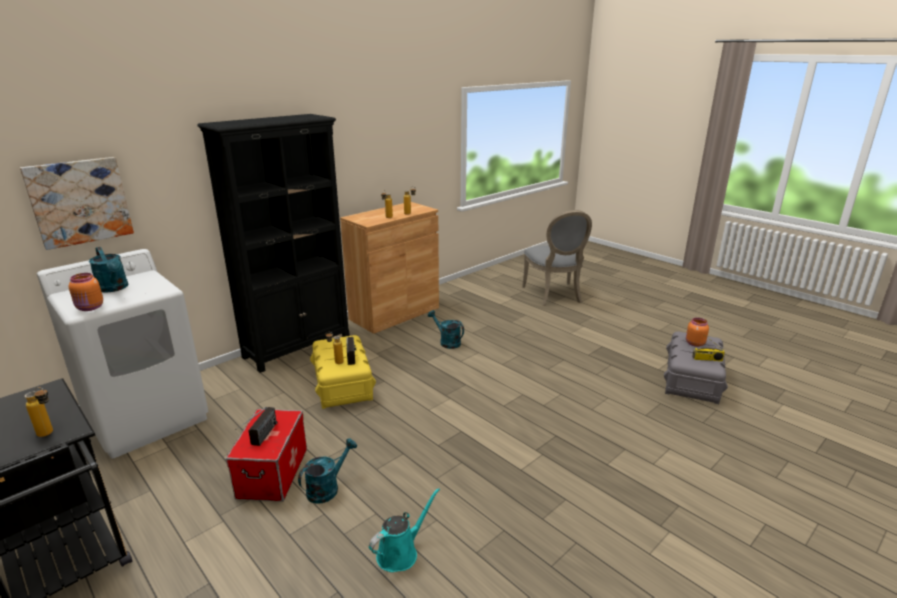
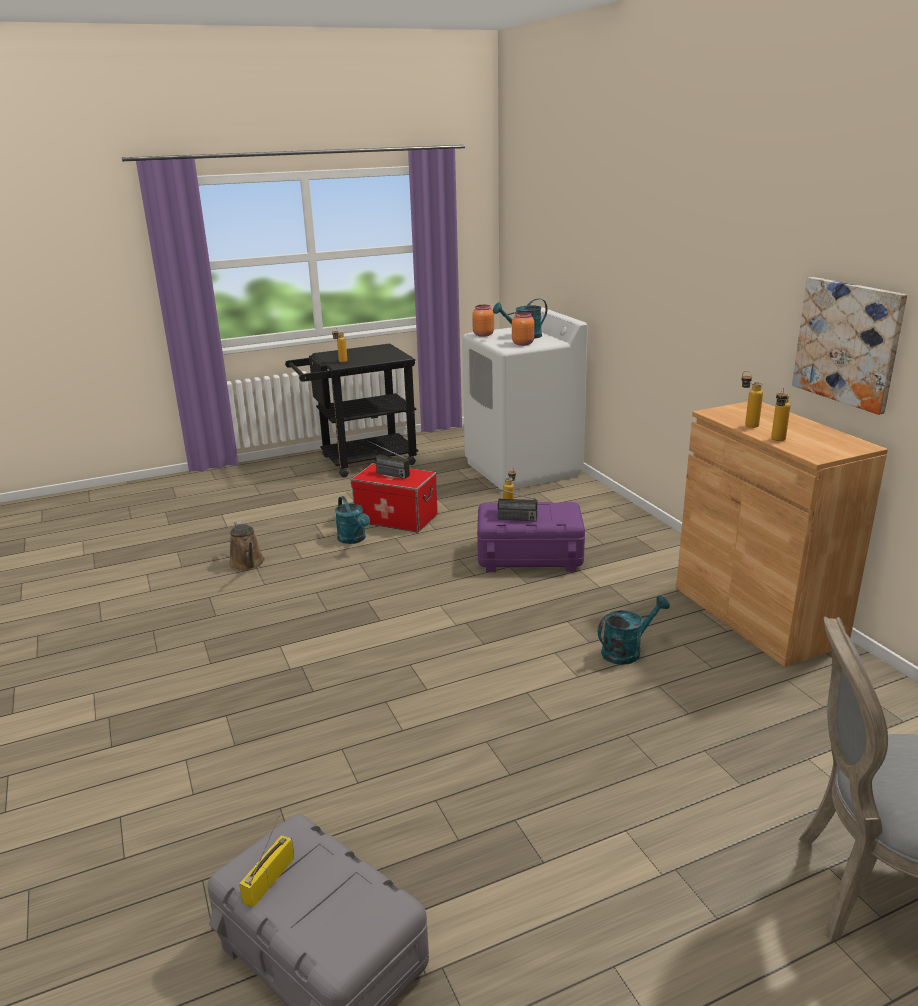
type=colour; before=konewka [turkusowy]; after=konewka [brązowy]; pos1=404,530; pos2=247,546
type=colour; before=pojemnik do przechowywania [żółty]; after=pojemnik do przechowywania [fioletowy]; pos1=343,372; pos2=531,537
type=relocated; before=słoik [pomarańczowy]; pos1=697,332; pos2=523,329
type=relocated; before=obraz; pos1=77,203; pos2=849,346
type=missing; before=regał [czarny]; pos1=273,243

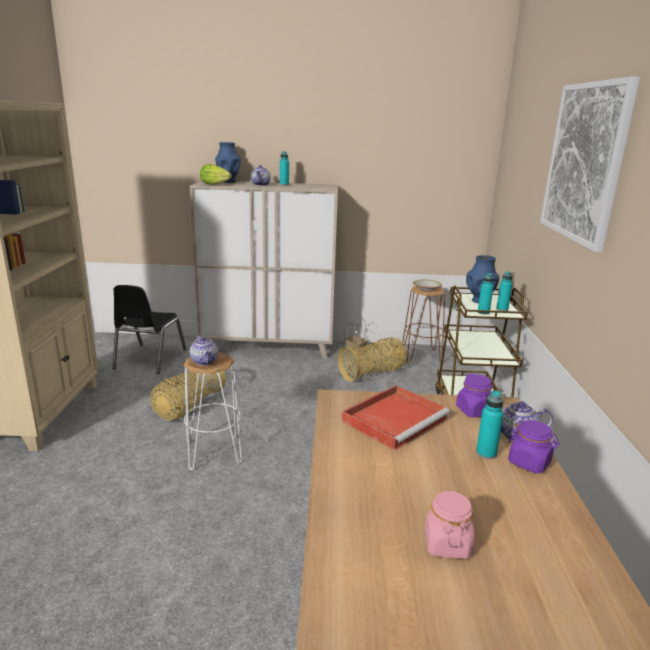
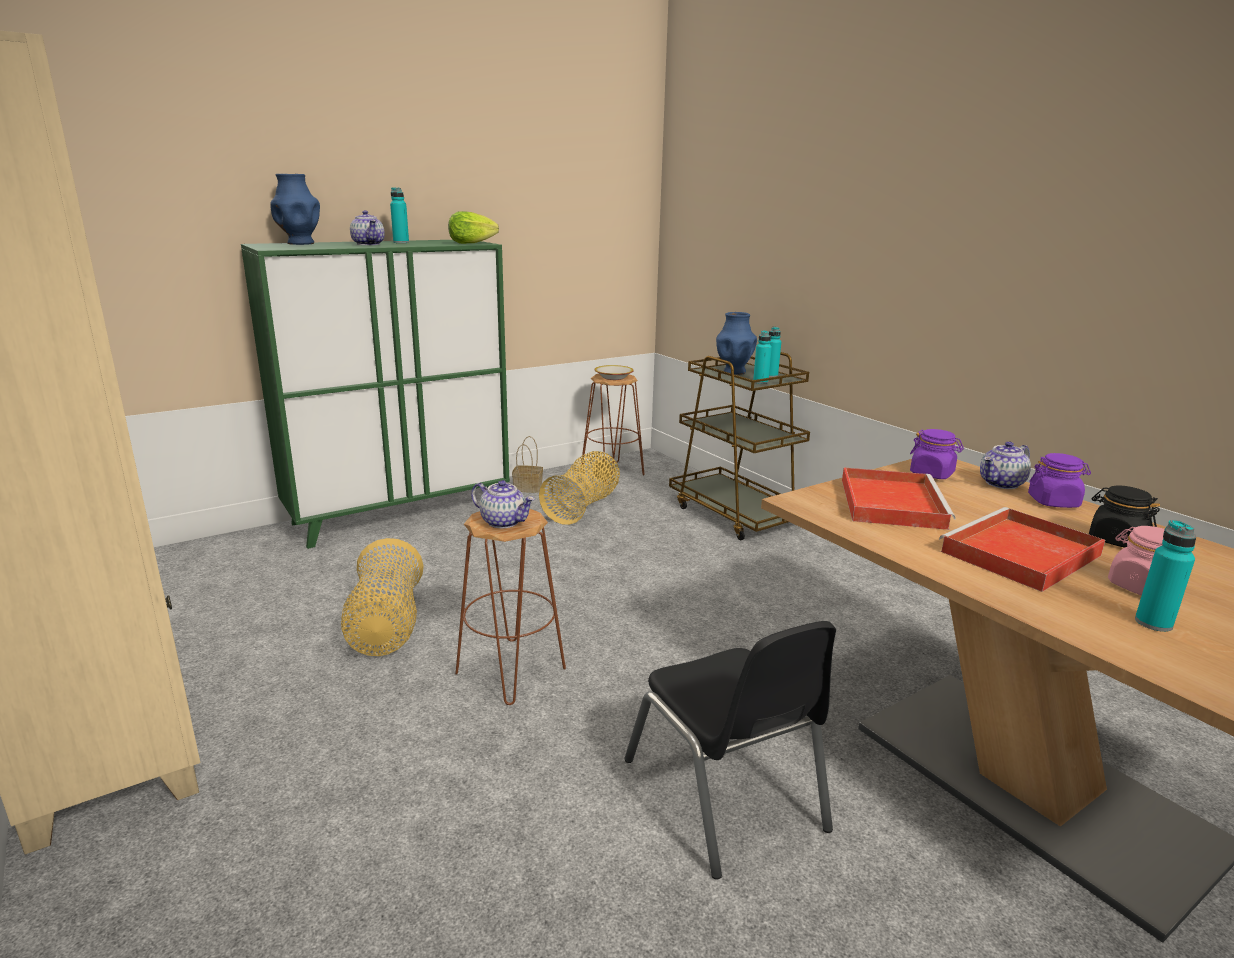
type=colour; before=szafka [beżowy]; after=szafka [zielony]; pos1=264,270; pos2=375,394
type=relocated; before=sałata; pos1=215,174; pos2=473,227
type=colour; before=stołek [biały]; after=stołek [brązowy]; pos1=213,411; pos2=510,607
type=relocated; before=krzesło [czarny]; pos1=149,329; pos2=730,750
type=appeared; after=taca [czerwony]; pos2=1022,549
type=appeared; after=słoik [czarny]; pos2=1124,516
type=relocated; before=butelka [turkusowy]; pos1=490,424; pos2=1165,576
type=missing; before=obraz; pos1=590,164

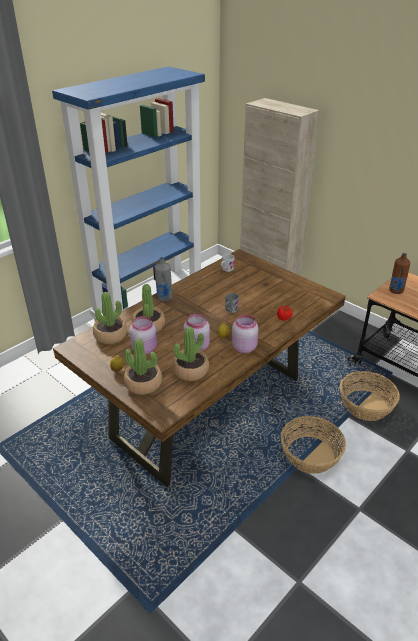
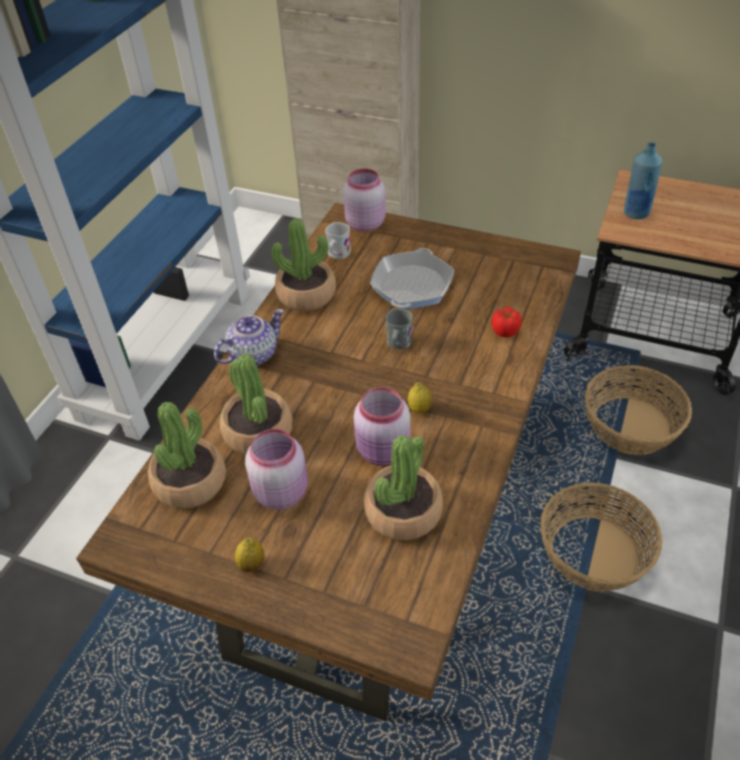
type=exchanged; before=butelka [szary]; after=imbryk; pos1=163,279; pos2=249,337
type=relocated; before=roślina doniczkowa; pos1=143,366; pos2=303,264
type=relocated; before=słoik [różowy]; pos1=245,334; pos2=364,200
type=appeared; after=patelnia; pos2=412,278
type=colour; before=butelka [brązowy]; after=butelka [niebieski]; pos1=399,273; pos2=643,180

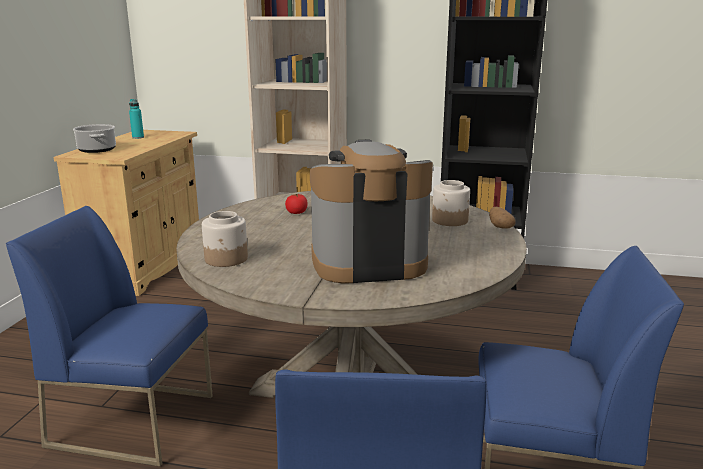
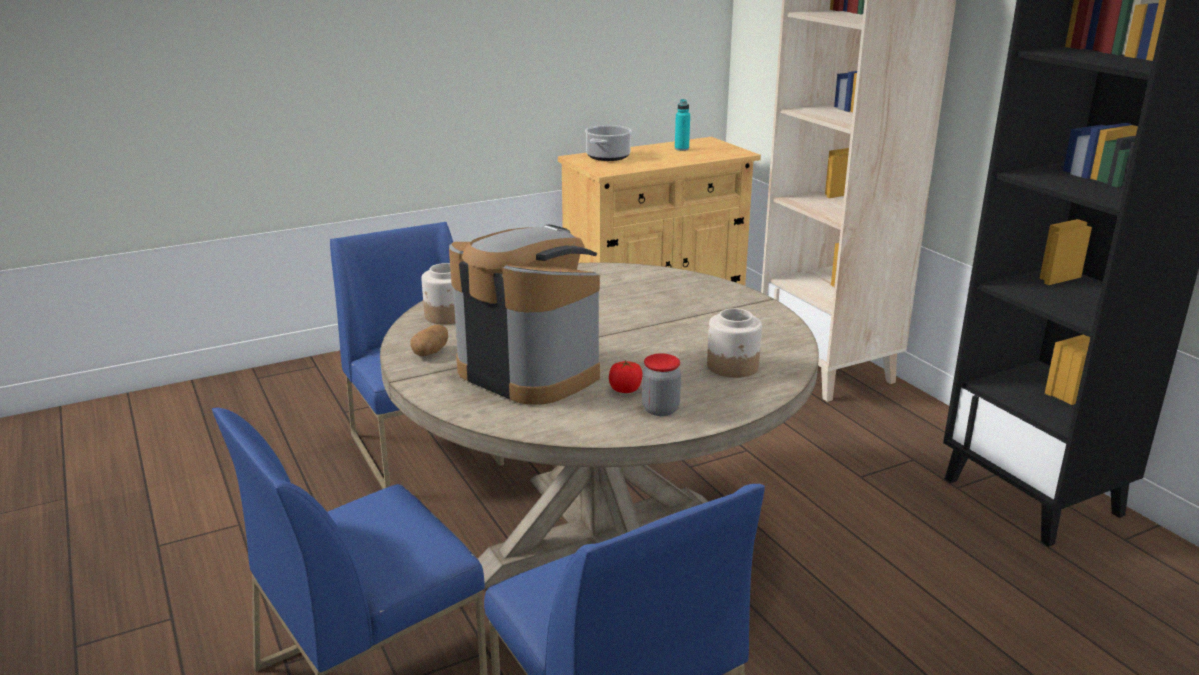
type=relocated; before=ziemniak; pos1=502,218; pos2=429,340
type=relocated; before=pomidor; pos1=296,204; pos2=625,376
type=appeared; after=słoik; pos2=661,384

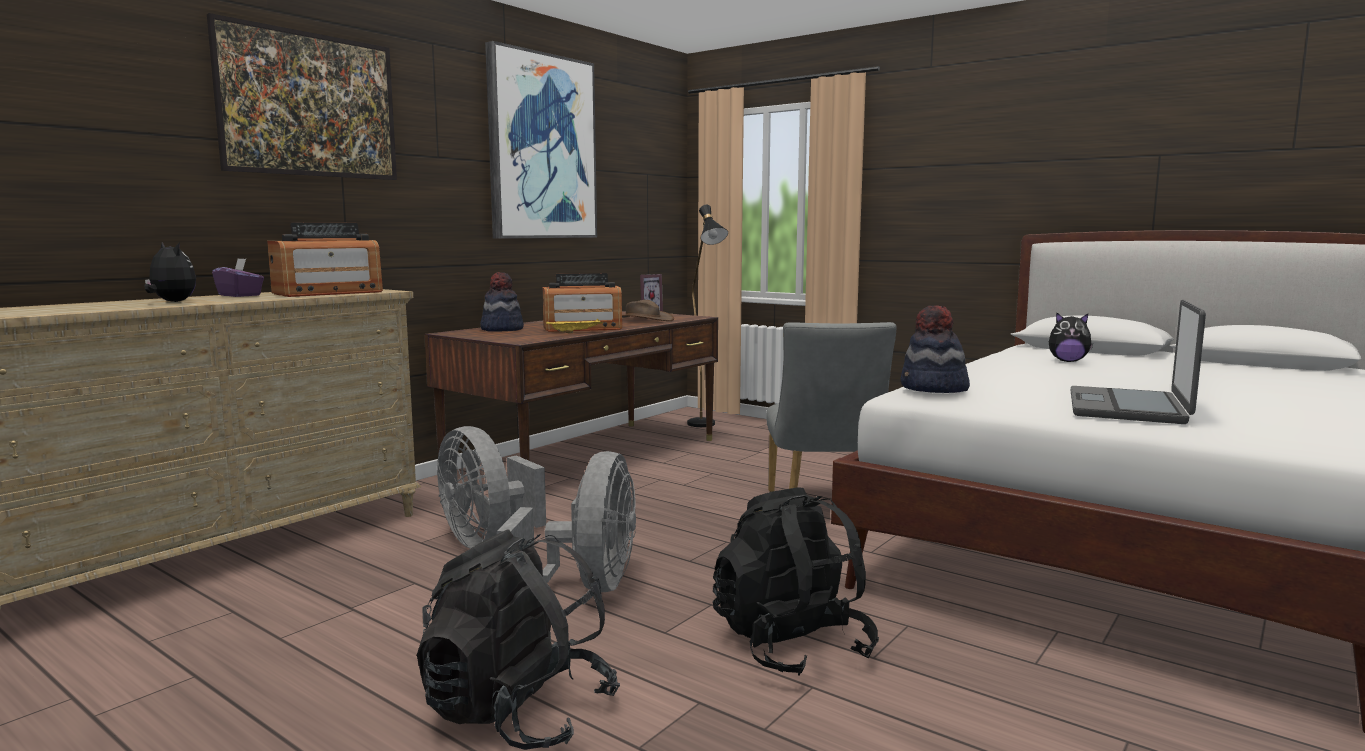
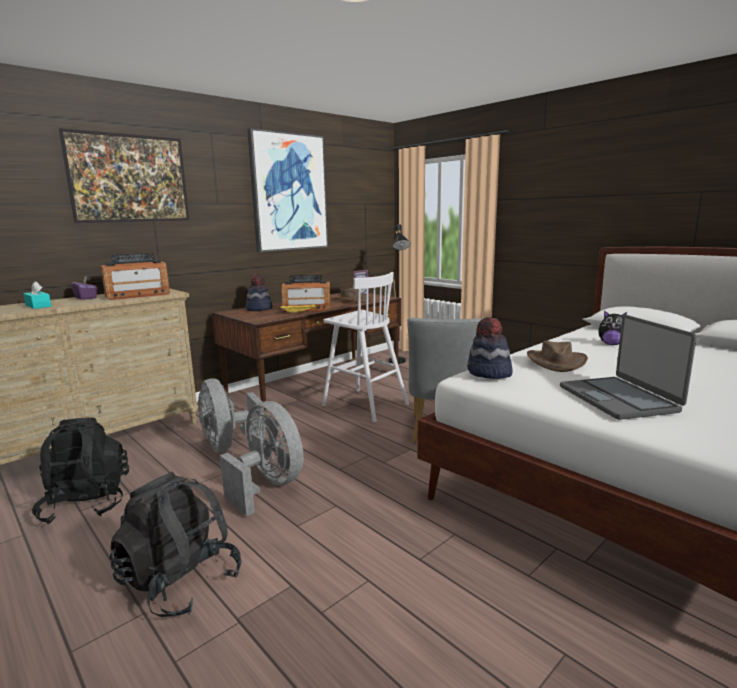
type=exchanged; before=pluszak; after=pudełko chusteczek [turkusowy]; pos1=170,272; pos2=37,295
type=relocated; before=plecak [czarny]; pos1=796,581; pos2=80,471
type=spun; before=wentylator [szary]; pos1=566,521; pos2=261,458; turn=-60
type=appeared; after=stołek [biały]; pos2=365,347
type=appeared; after=kapelusz [brązowy]; pos2=557,356
type=spun; before=laptop; pos1=1138,362; pos2=628,367; turn=-45

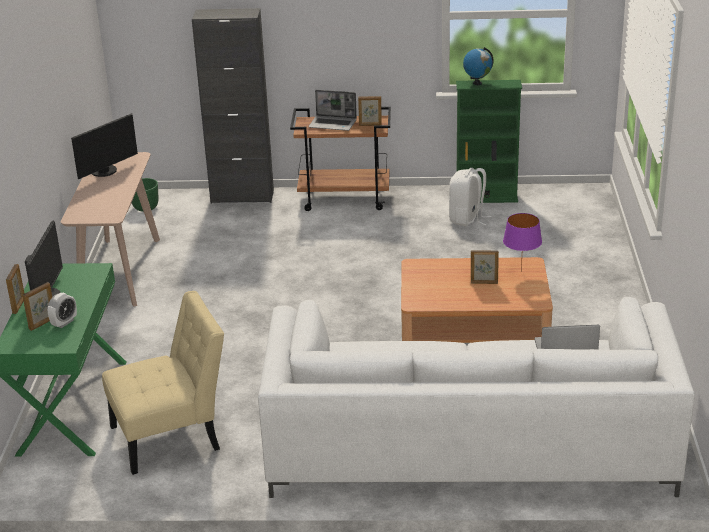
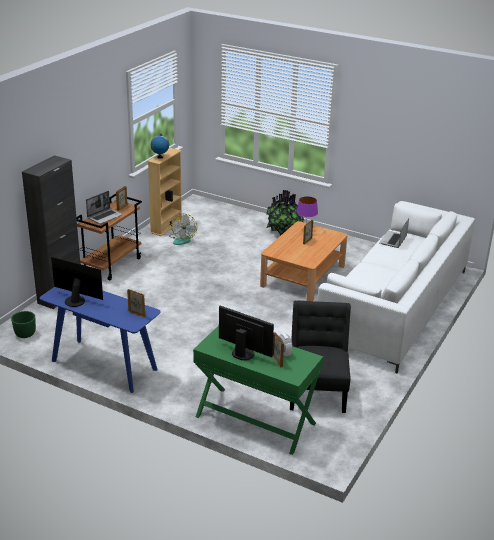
type=colour; before=stolik konsolowy [beżowy]; after=stolik konsolowy [niebieski]; pos1=110,229; pos2=100,340
type=spun; before=monitor; pos1=104,146; pos2=77,282; turn=-45
type=relocated; before=ramka na zdjęcie; pos1=15,289; pos2=136,303
type=colour; before=regał [zielony]; after=regał [beżowy]; pos1=489,141; pos2=165,192
type=exchanged; before=plecak [biały]; after=wentylator; pos1=470,197; pos2=183,229
type=appeared; after=roślina doniczkowa; pos2=285,212
type=colour; before=krzesło [beżowy]; after=krzesło [czarny]; pos1=163,383; pos2=320,356

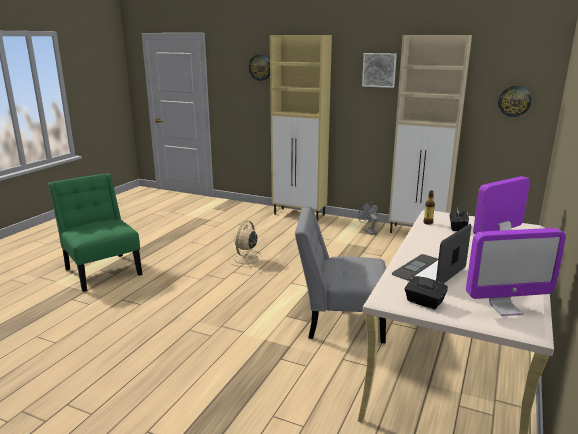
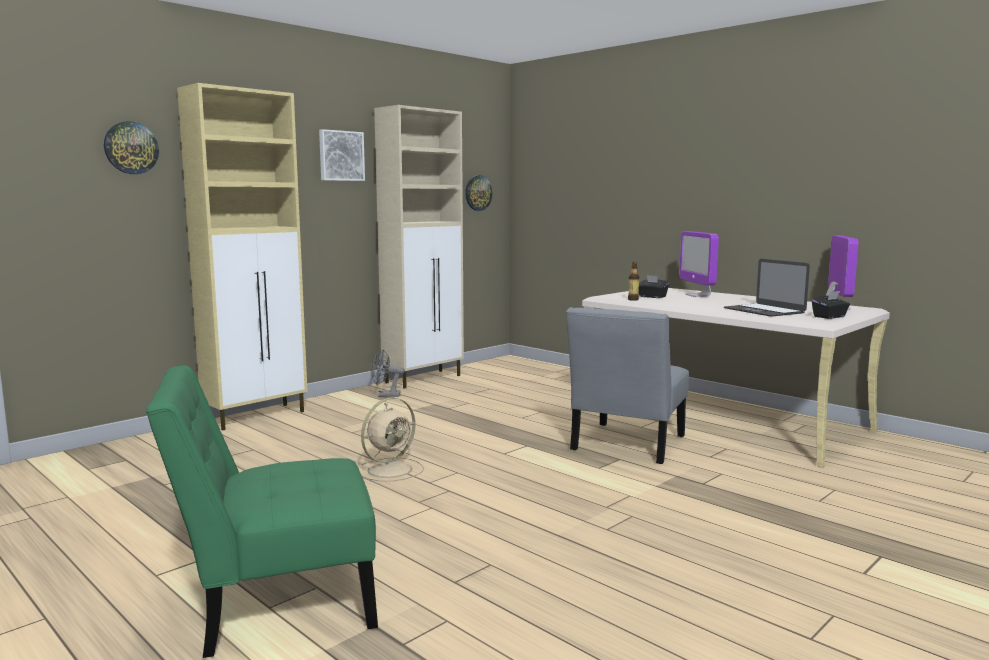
type=spun; before=wentylator [beżowy]; pos1=245,244; pos2=392,440; turn=-90

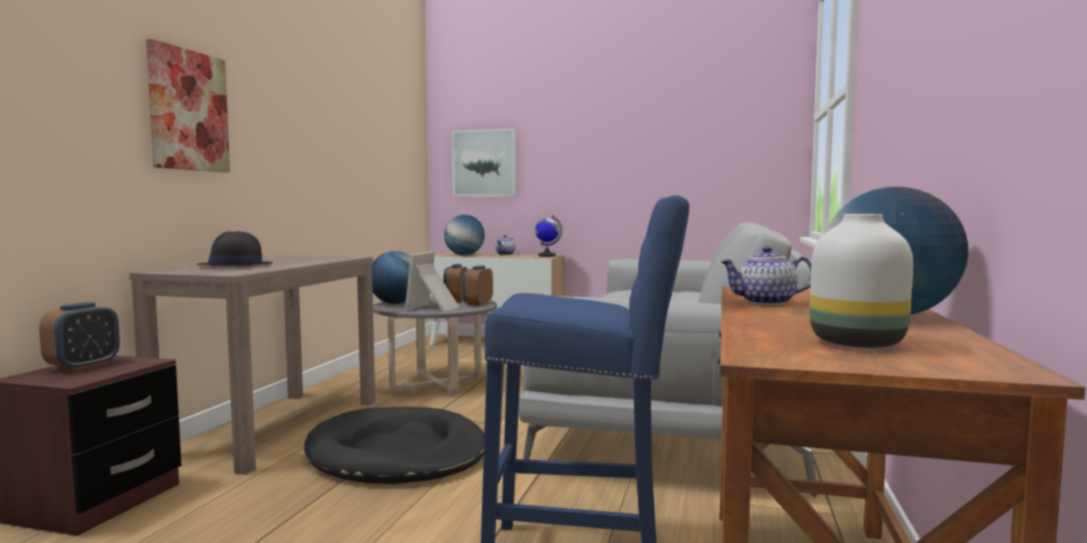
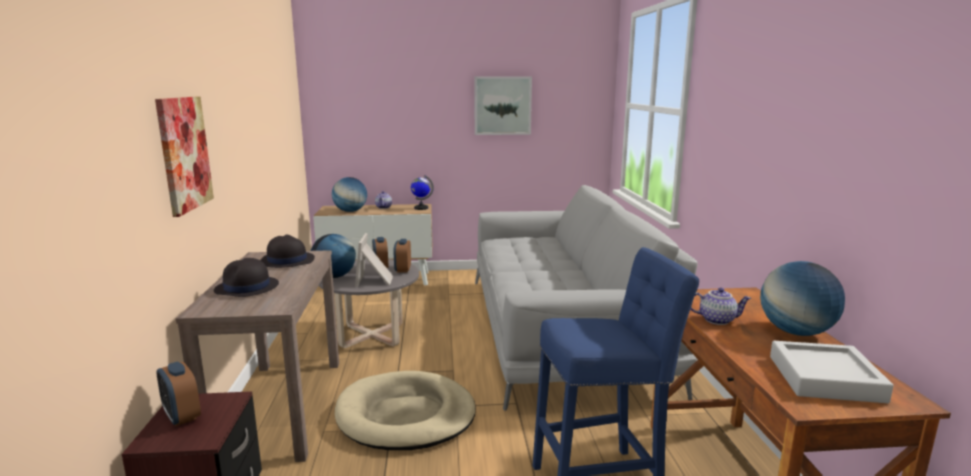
type=spun; before=budzik; pos1=79,336; pos2=179,394; turn=135
type=appeared; after=kapelusz [czarny]; pos2=287,251
type=colour; before=legowisko [czarny]; after=legowisko [beżowy]; pos1=394,445; pos2=405,410
type=relocated; before=obraz; pos1=484,162; pos2=503,105
type=spun; before=imbryk; pos1=765,275; pos2=721,306; turn=-150
type=exchanged; before=wazon [biały]; after=taca [szary]; pos1=861,281; pos2=832,372

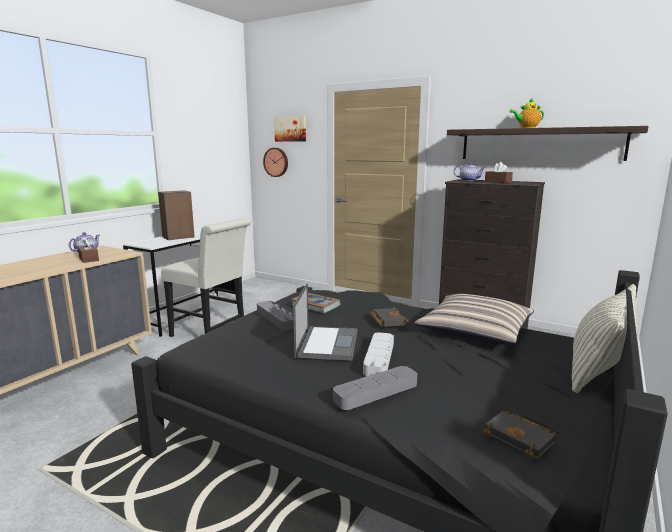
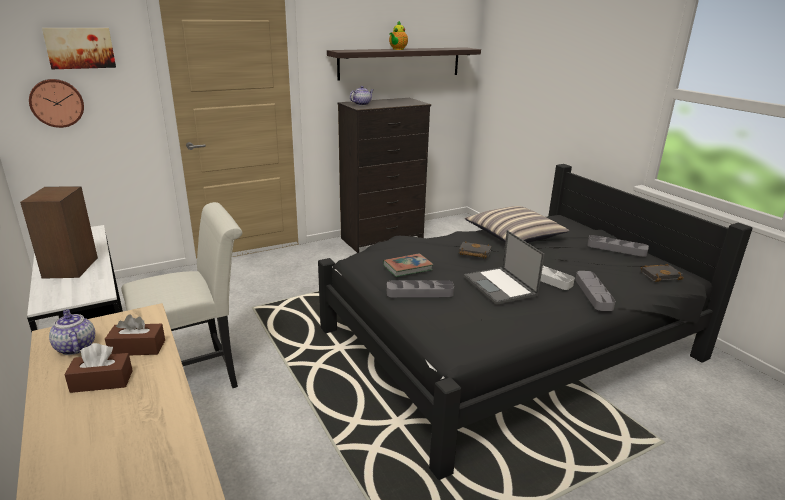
type=relocated; before=pudełko chusteczek [brązowy]; pos1=499,172; pos2=98,368
type=spun; before=laptop; pos1=325,322; pos2=504,267; turn=-150
type=appeared; after=taca [szary]; pos2=618,246
type=missing; before=poduszka; pos1=603,338

